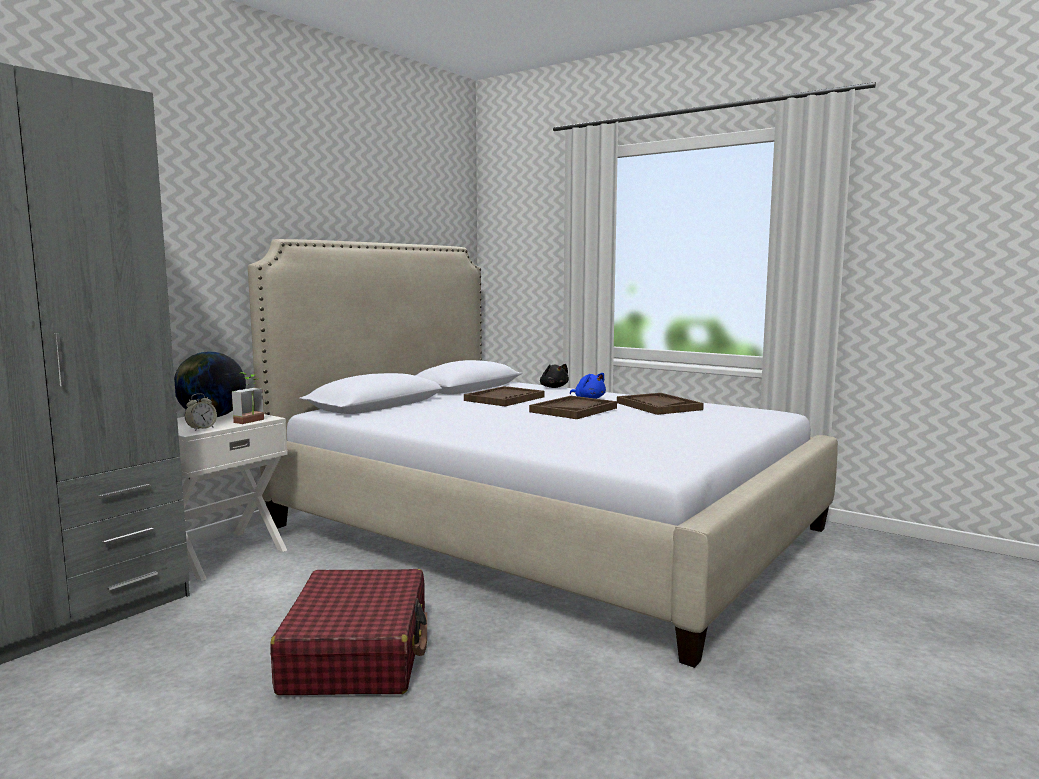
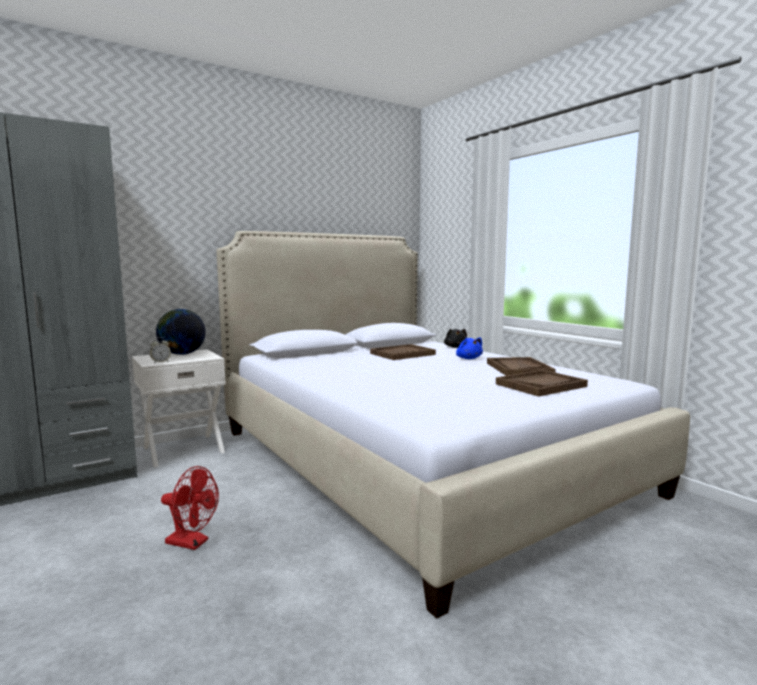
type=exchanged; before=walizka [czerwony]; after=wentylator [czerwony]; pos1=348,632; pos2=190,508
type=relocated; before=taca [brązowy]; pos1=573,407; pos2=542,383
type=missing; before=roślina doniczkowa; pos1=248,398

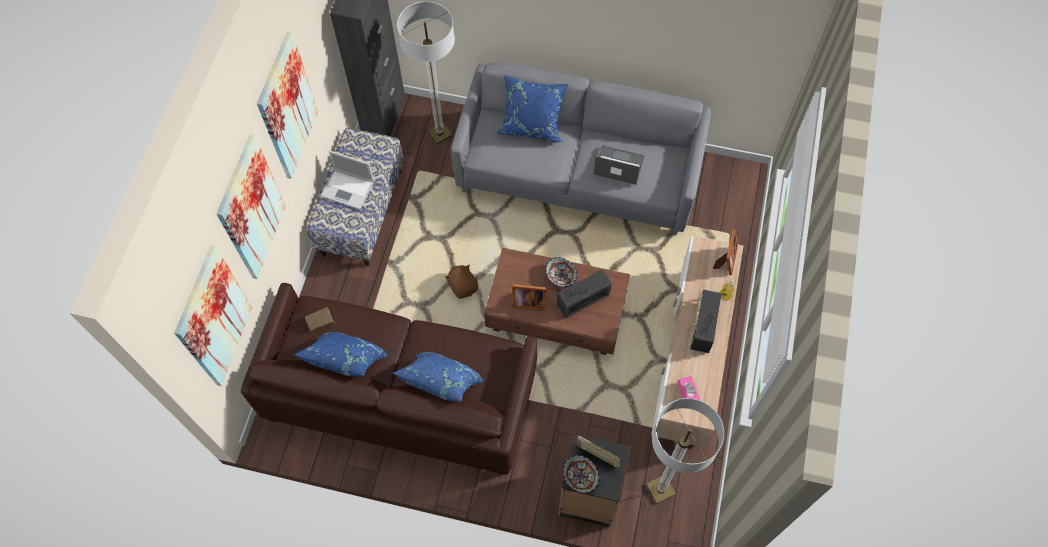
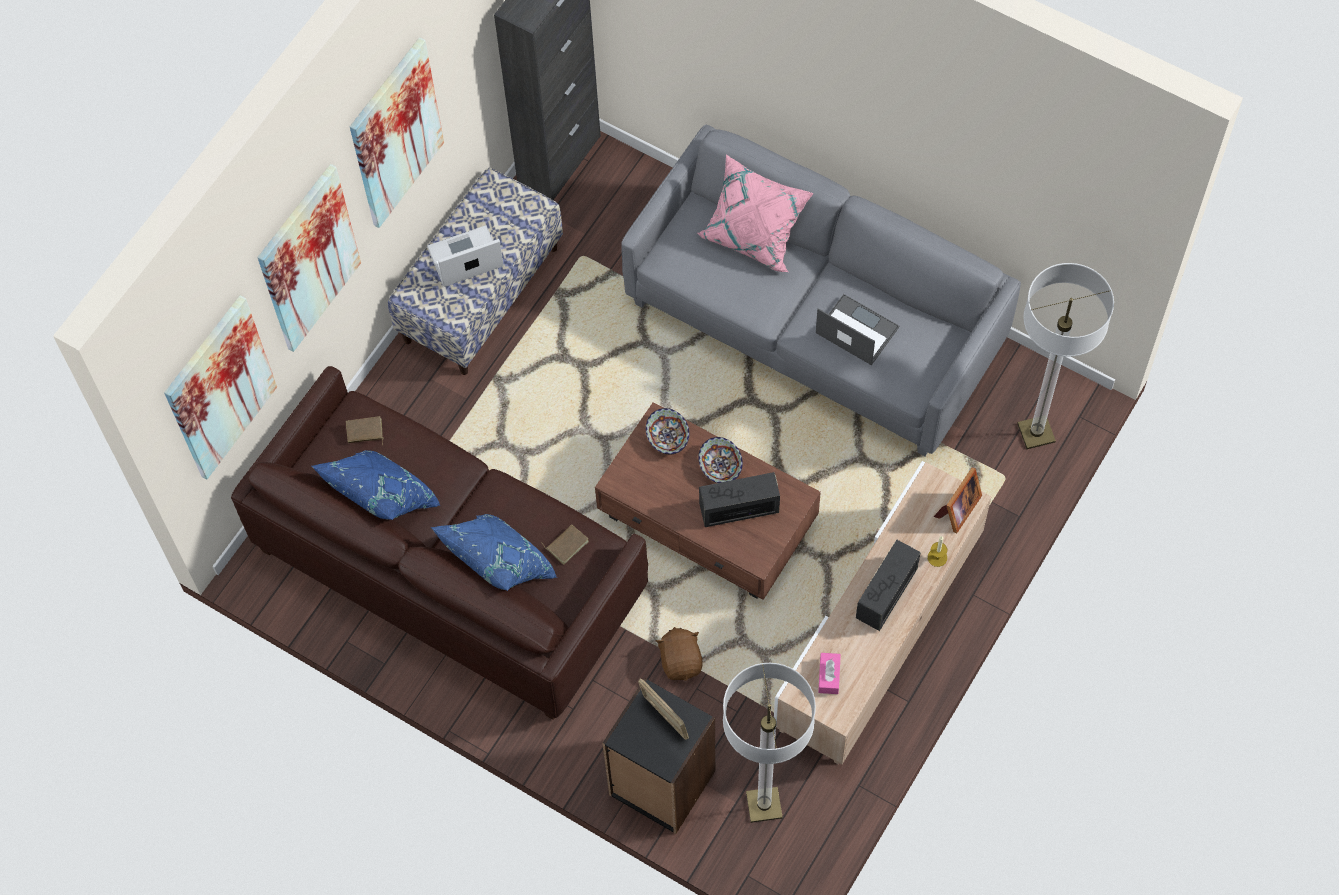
type=spun; before=laptop; pos1=347,179; pos2=465,256; turn=120
type=appeared; after=książka [brązowy]; pos2=565,544
type=relocated; before=miska; pos1=581,474; pos2=667,431
type=relocated; before=pluszak [brązowy]; pos1=461,281; pos2=679,654
type=colour; before=poduszka [niebieski]; after=poduszka [różowy]; pos1=532,108; pos2=755,213
type=relocated; before=lampa stojąca; pos1=426,72; pos2=1065,356
type=missing; before=ramka na zdjęcie; pos1=529,297

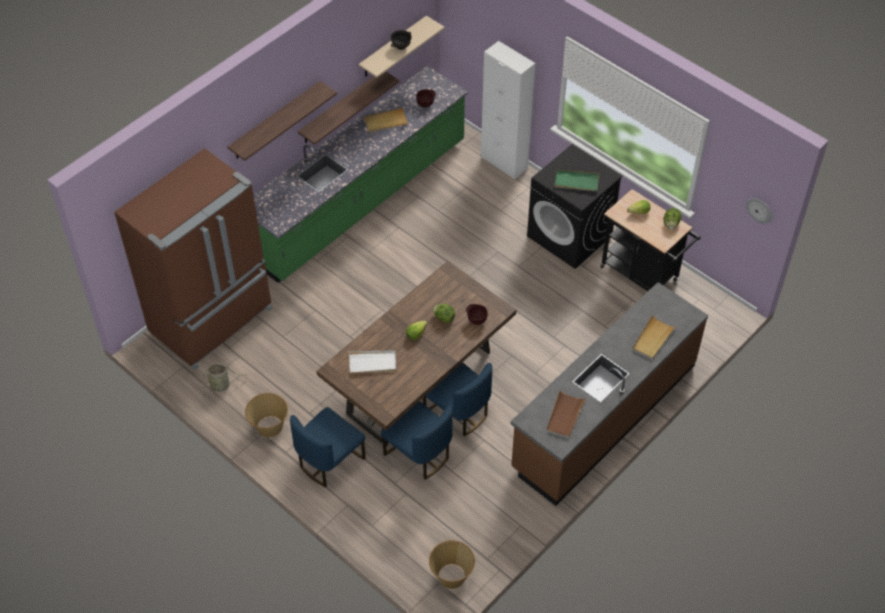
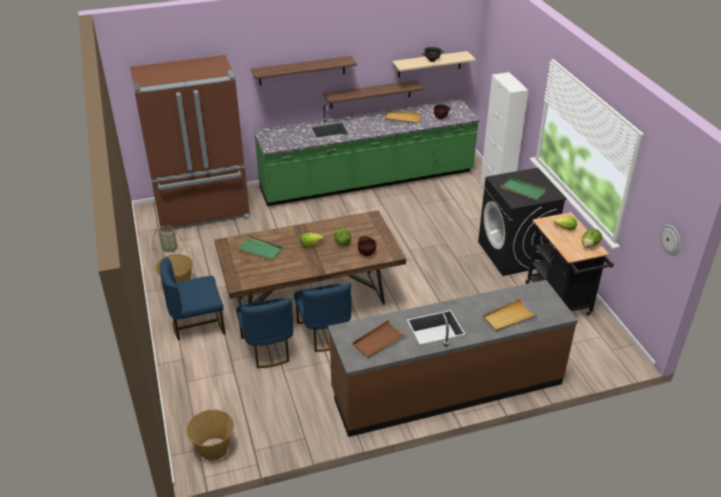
type=colour; before=taca [biały]; after=taca [zielony]; pos1=372,361; pos2=259,248

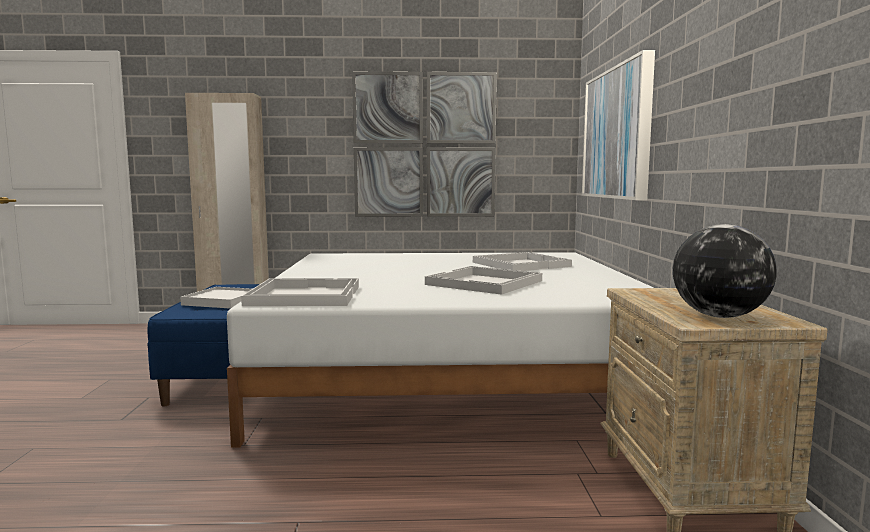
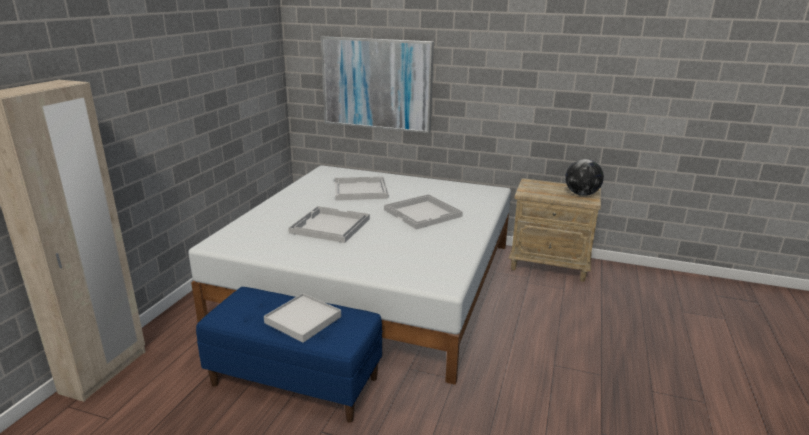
type=relocated; before=taca [biały]; pos1=300,292; pos2=329,224
type=missing; before=obraz; pos1=424,144

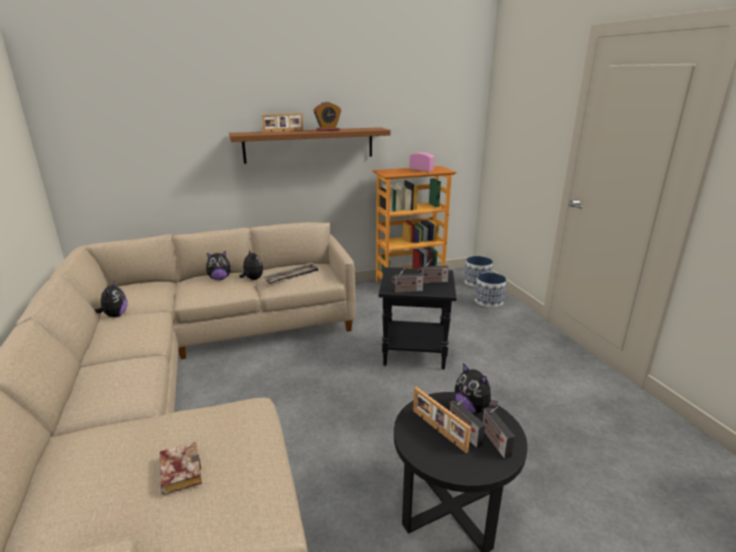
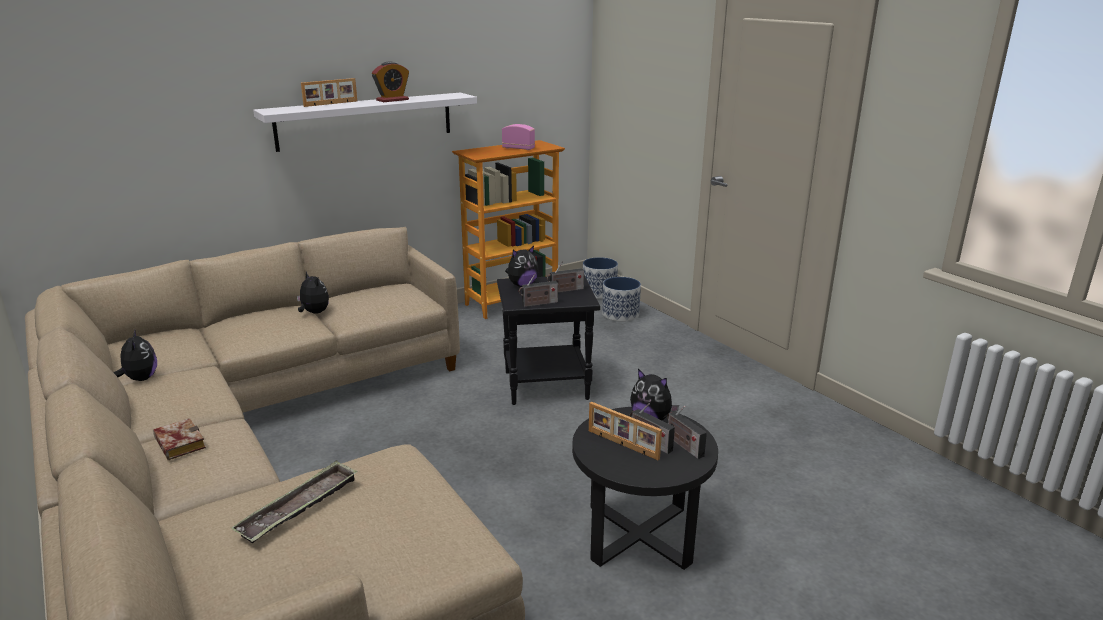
type=relocated; before=książka; pos1=181,468; pos2=179,439
type=relocated; before=taca; pos1=291,273; pos2=294,501
type=colour; before=półka [brązowy]; after=półka [biały]; pos1=310,145; pos2=365,122
type=relocated; before=pluszak; pos1=219,265; pos2=522,266

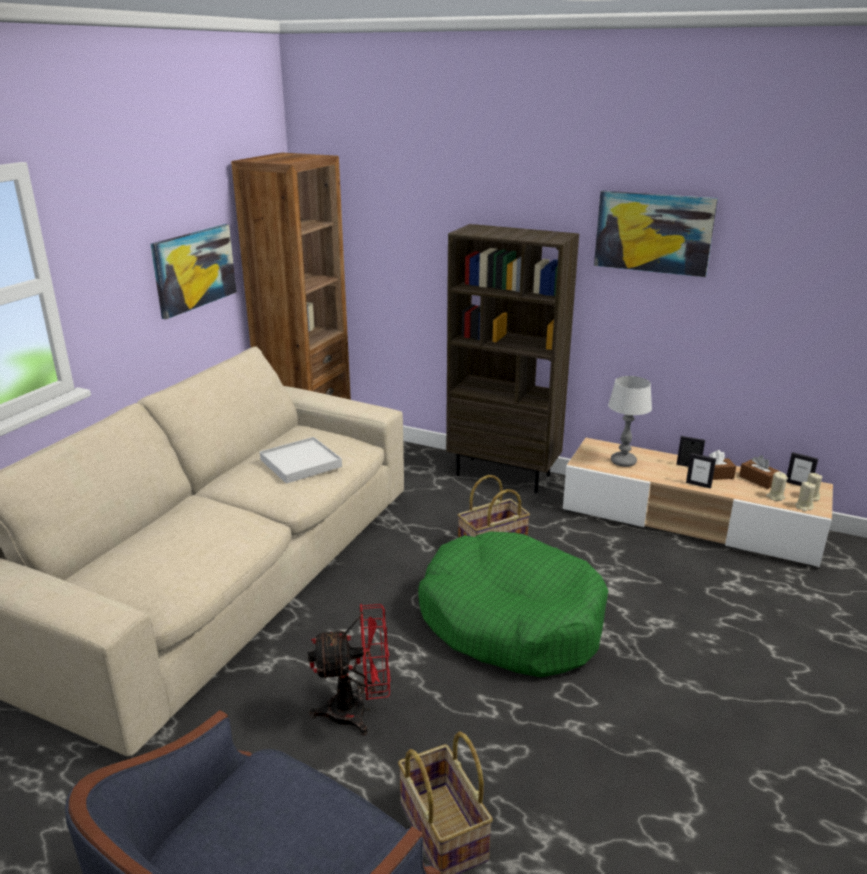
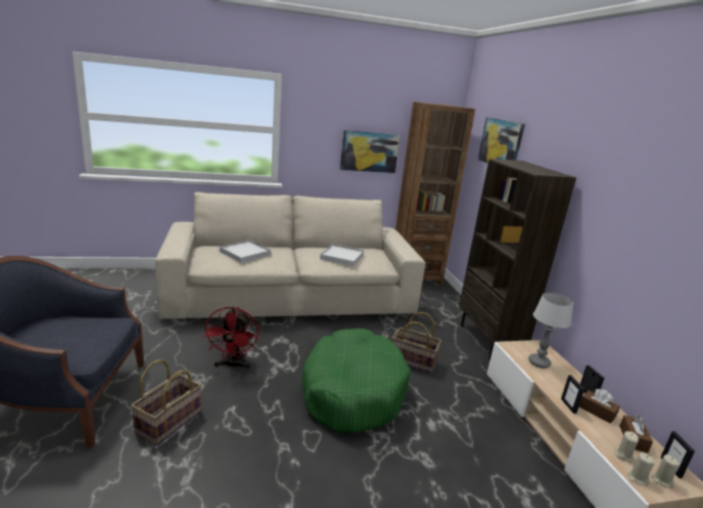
type=spun; before=wentylator [czerwony]; pos1=349,669; pos2=231,338; turn=45
type=appeared; after=taca [biały]; pos2=245,251
type=relocated; before=obraz; pos1=656,234; pos2=501,140

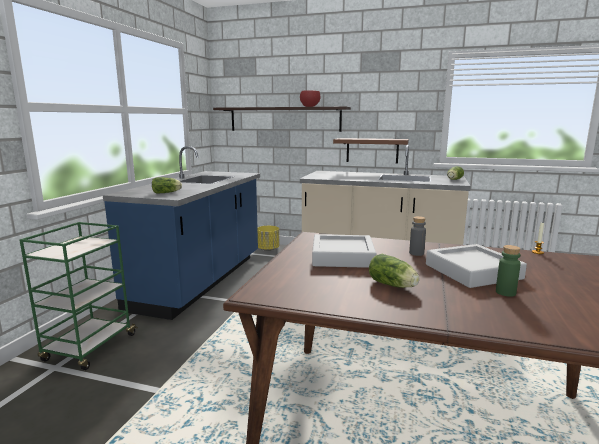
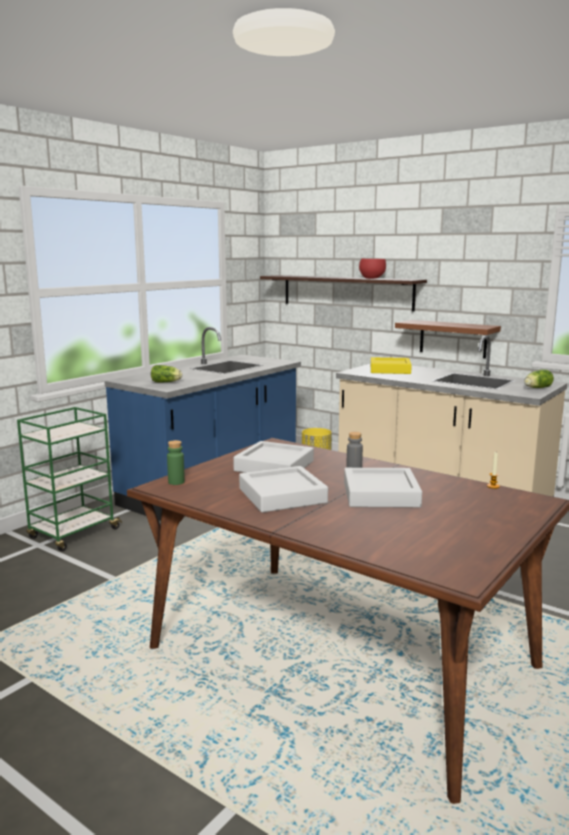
type=relocated; before=butelka [zielony]; pos1=508,271; pos2=176,462
type=exchanged; before=sałata; after=taca [szary]; pos1=394,271; pos2=283,489
type=appeared; after=taca [żółty]; pos2=391,365

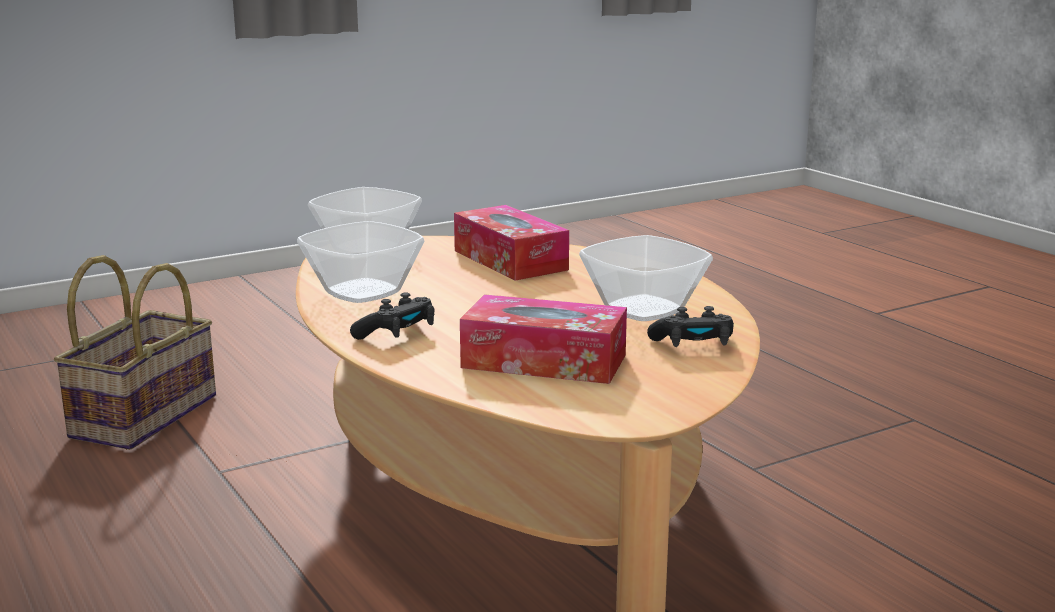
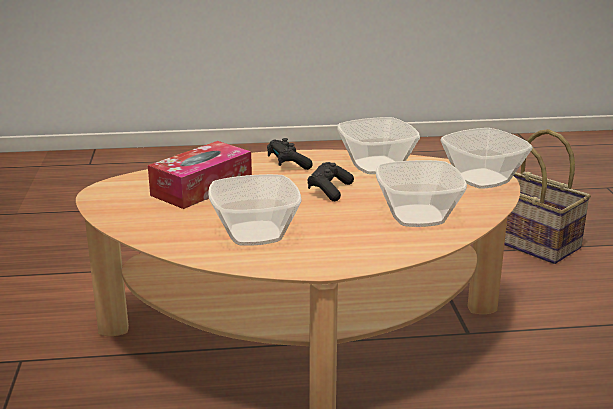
type=relocated; before=pad do gier [czarny]; pos1=690,326; pos2=331,181
type=exchanged; before=pudełko chusteczek; after=miska; pos1=511,243; pos2=421,193

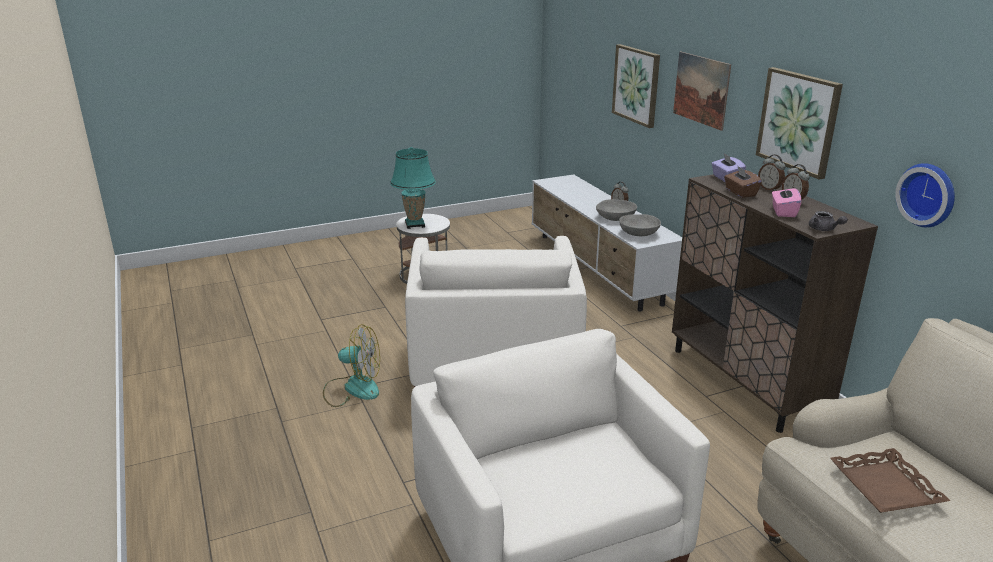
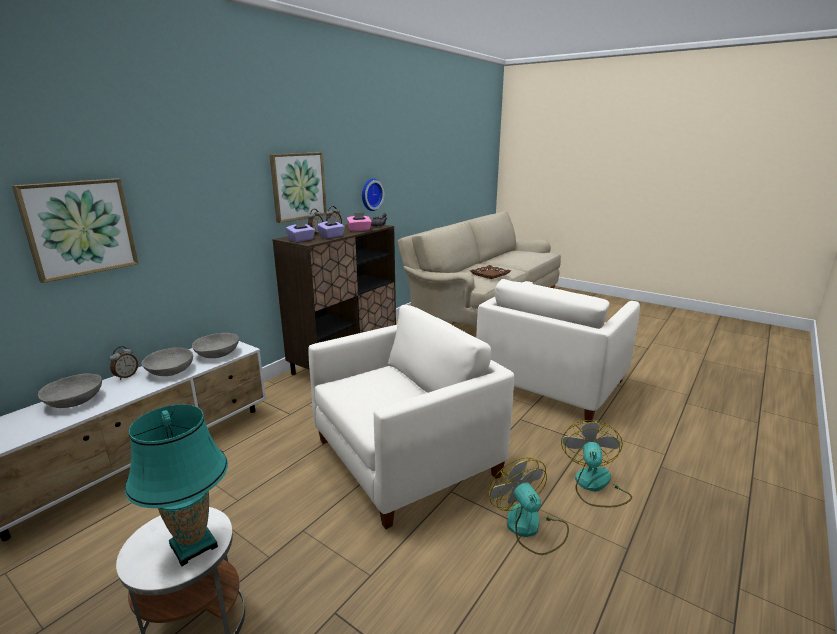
type=appeared; after=miska [szary]; pos2=70,390
type=colour; before=pudełko chusteczek [brązowy]; after=pudełko chusteczek [fioletowy]; pos1=743,181; pos2=331,227
type=appeared; after=wentylator; pos2=596,463
type=missing; before=obraz; pos1=702,91

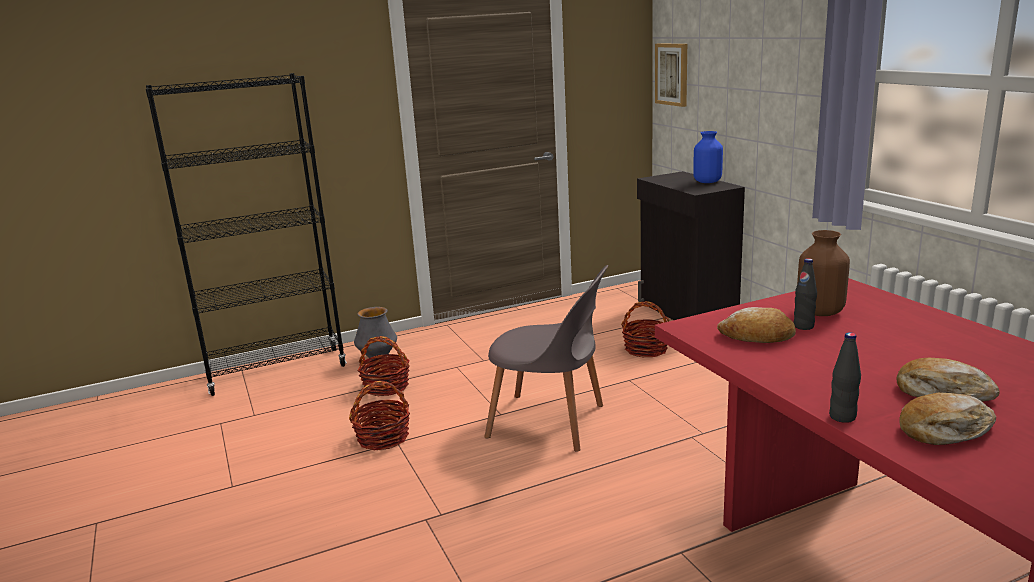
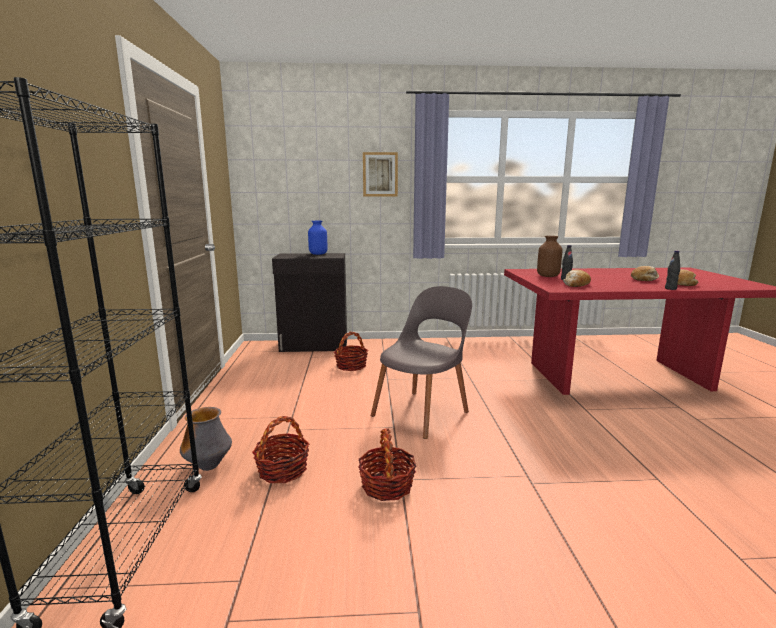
type=relocated; before=obraz; pos1=671,75; pos2=380,174

